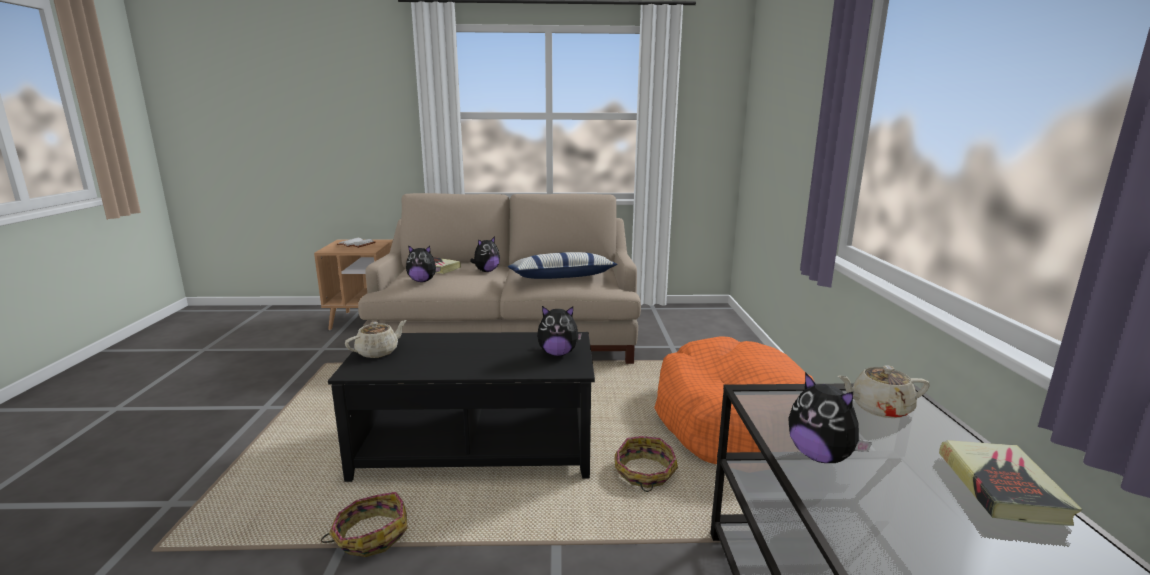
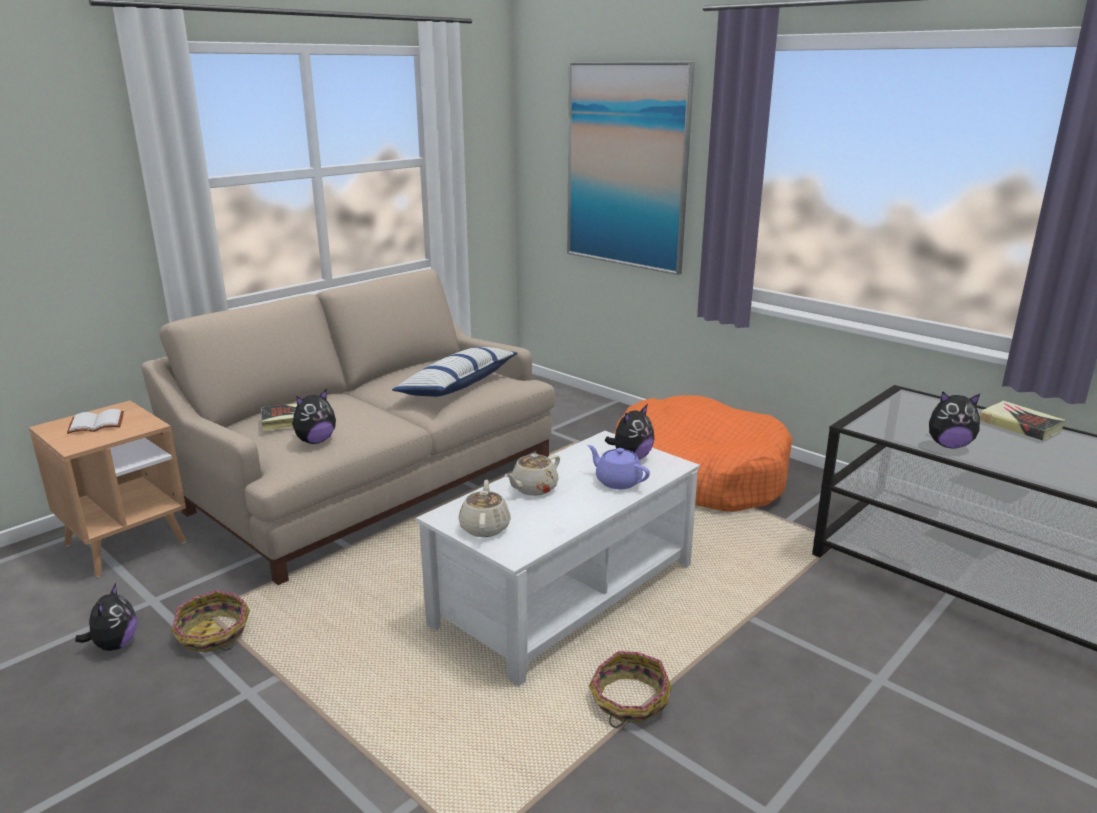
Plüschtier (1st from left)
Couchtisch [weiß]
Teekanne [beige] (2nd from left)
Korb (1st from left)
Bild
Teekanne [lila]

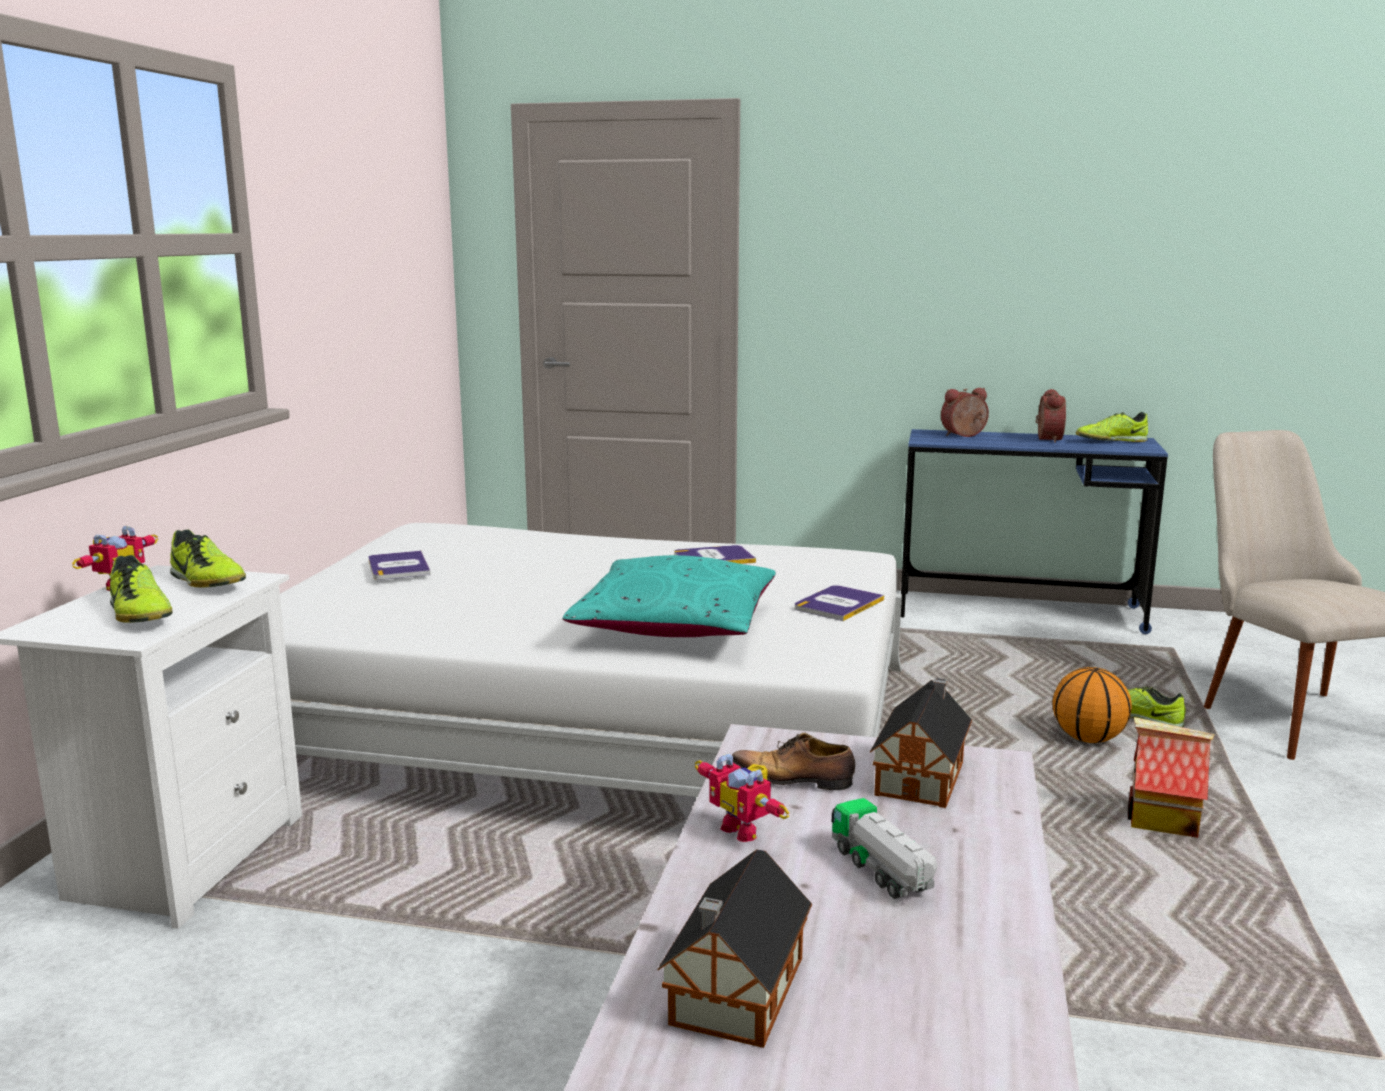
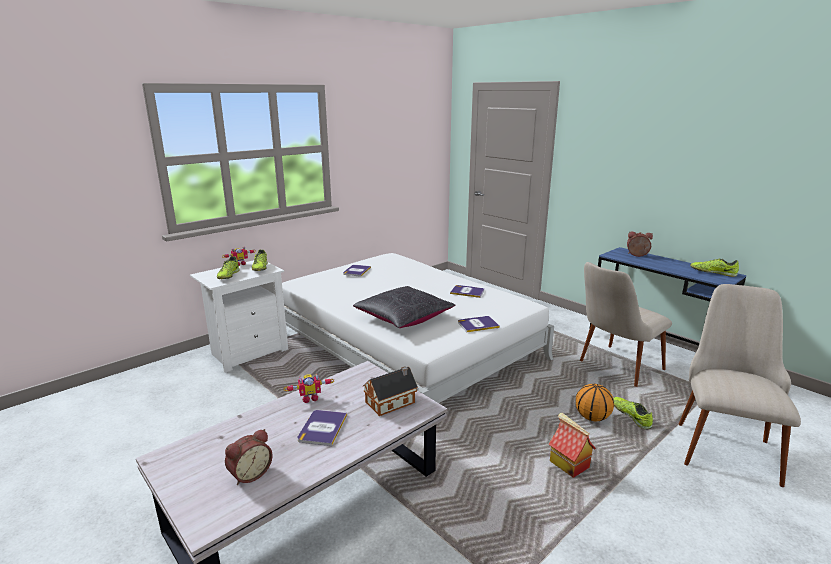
Wecker (1st from left)
Kissen [schwarz]
Schuh (3rd from left in the first image)
Spielzeugroboter (2nd from left)
Buch (1st from left)
Spielzeughaus (1st from left in the first image)
Stuhl [beige] (1st from left)

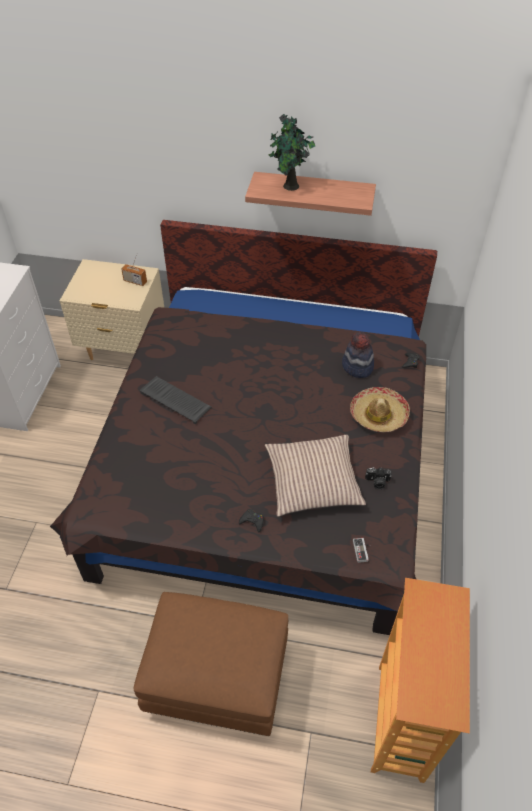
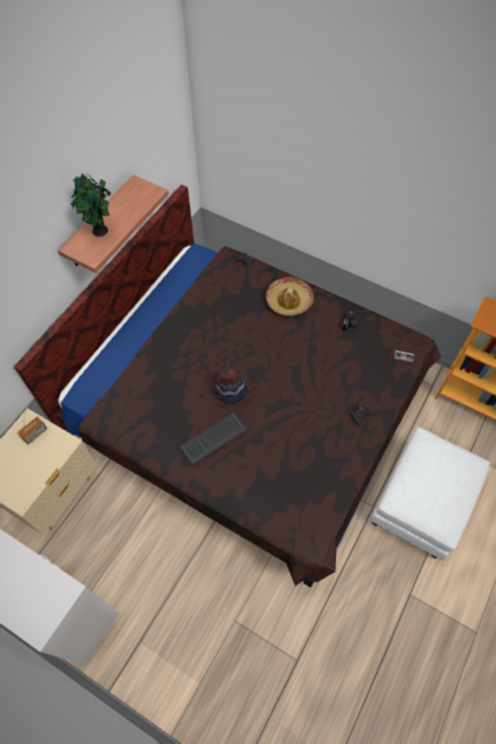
Hut (1st from left)
Kissen
Polsterhocker [weiß]

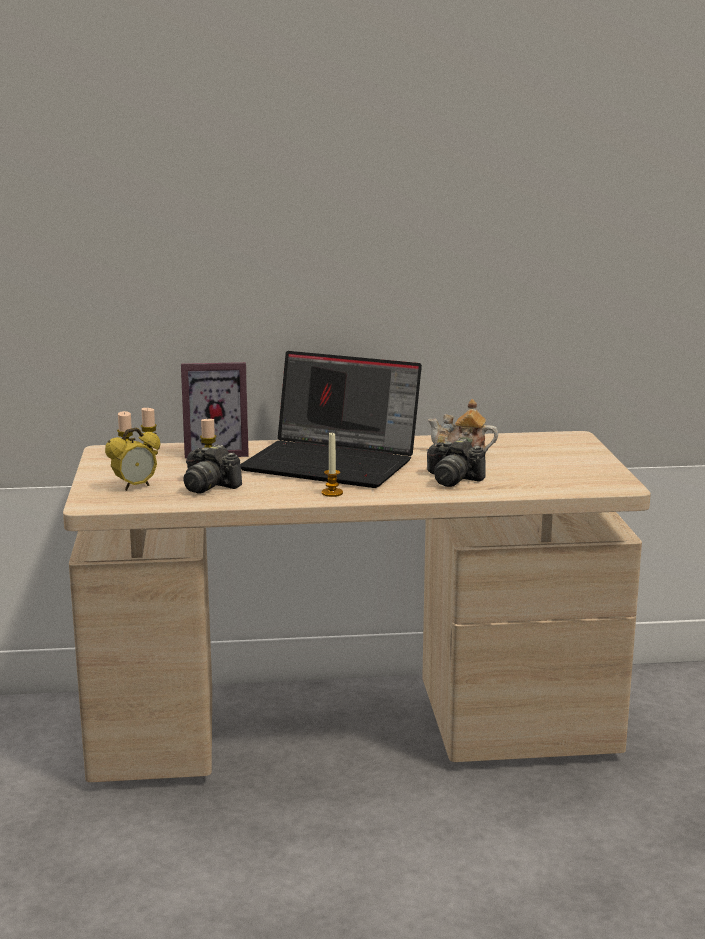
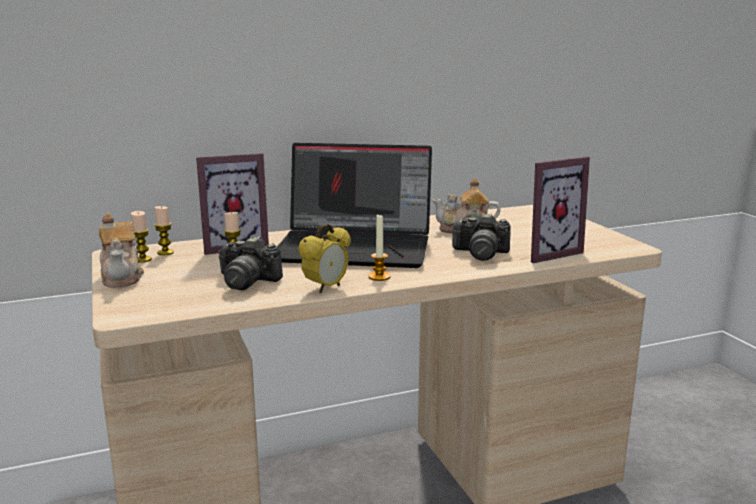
Wecker
Bilderrahmen (2nd from left)
Teekanne (1st from left)

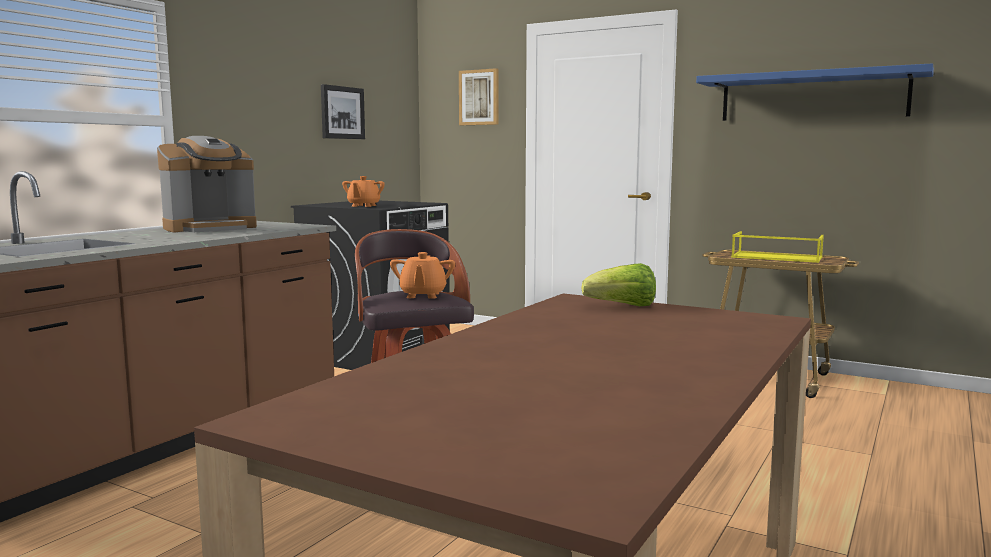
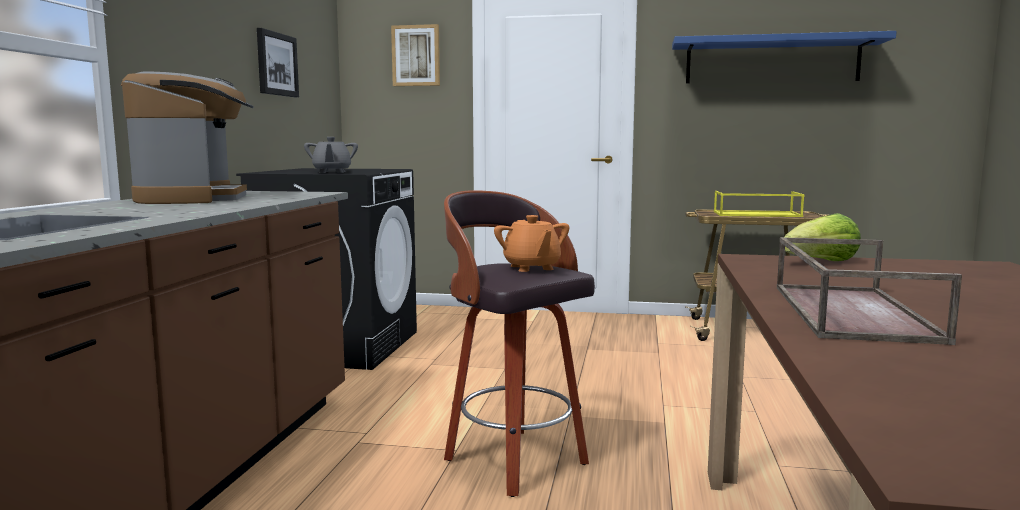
Kaffeemaschine
Teekanne [grau]
Tablett [braun]

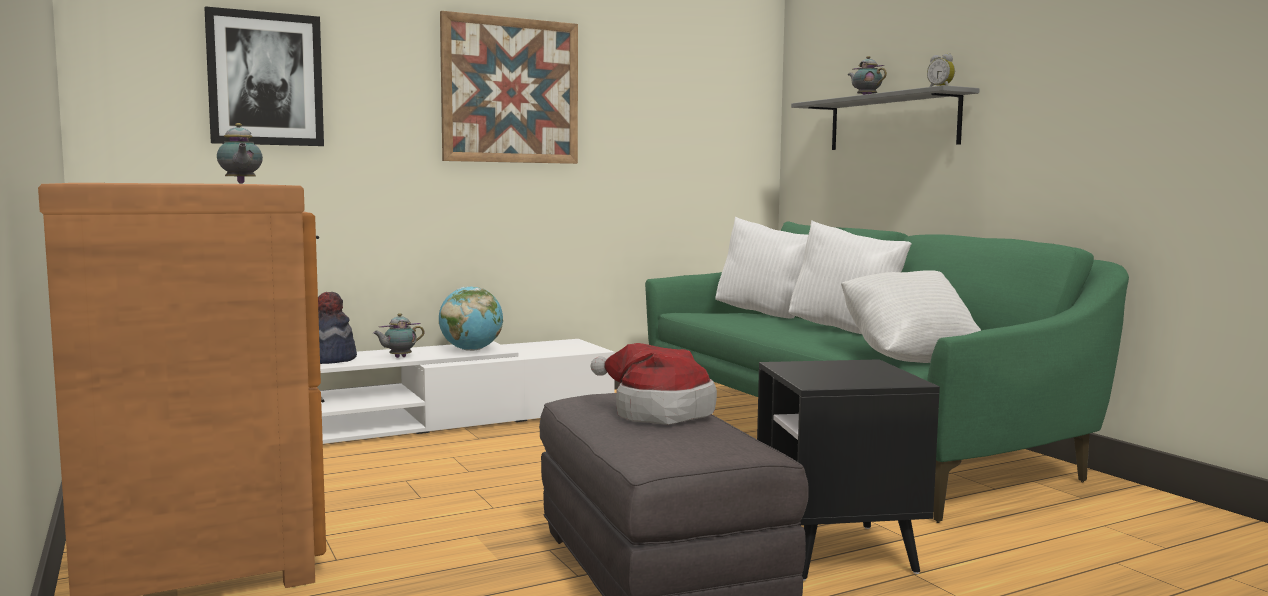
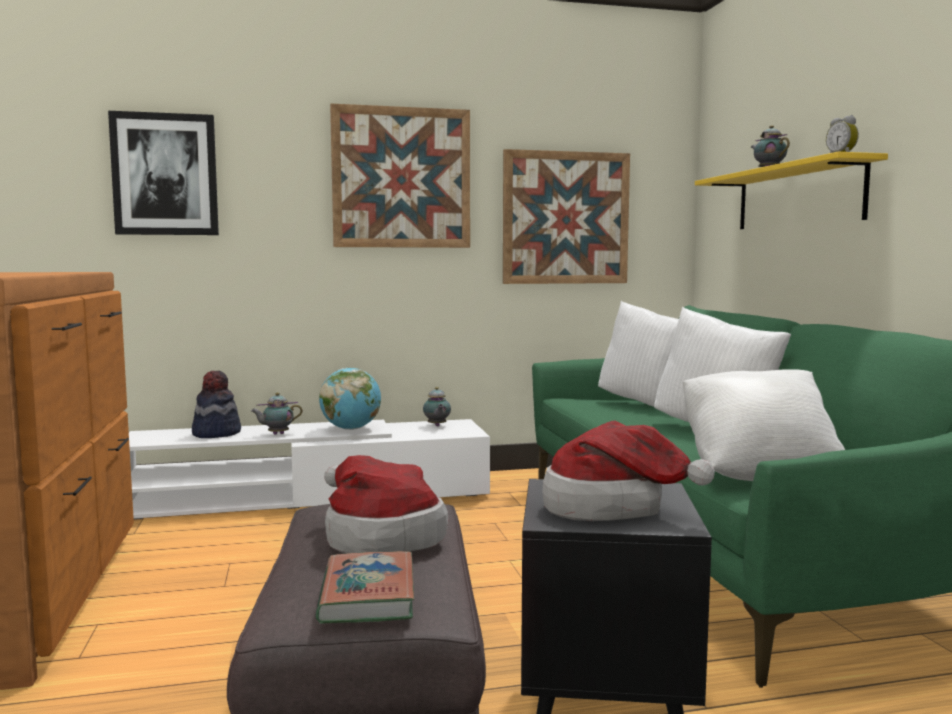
Wandregal [gelb]
Teekanne (2nd from left)
Bild (3rd from left)
Hut (3rd from left)
Buch

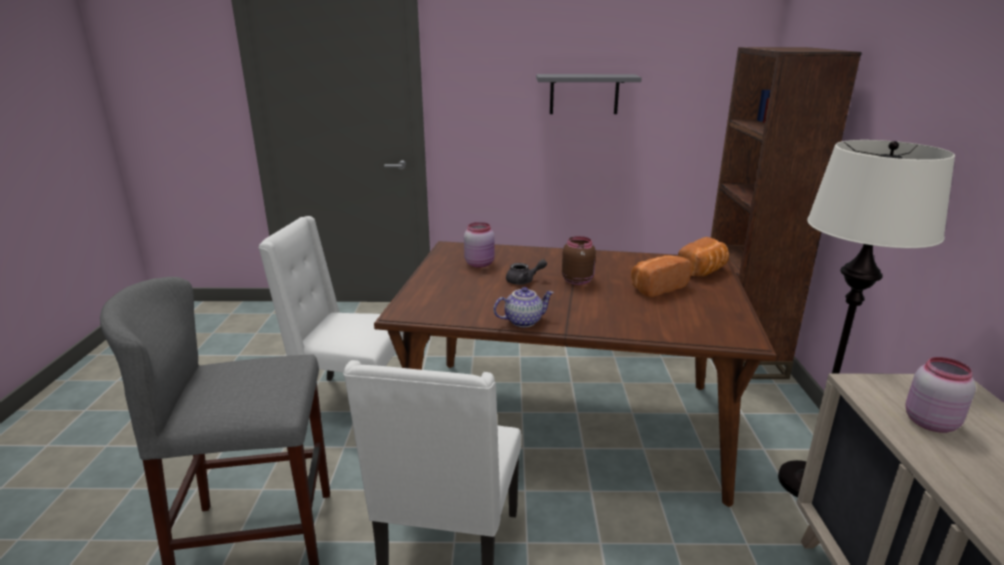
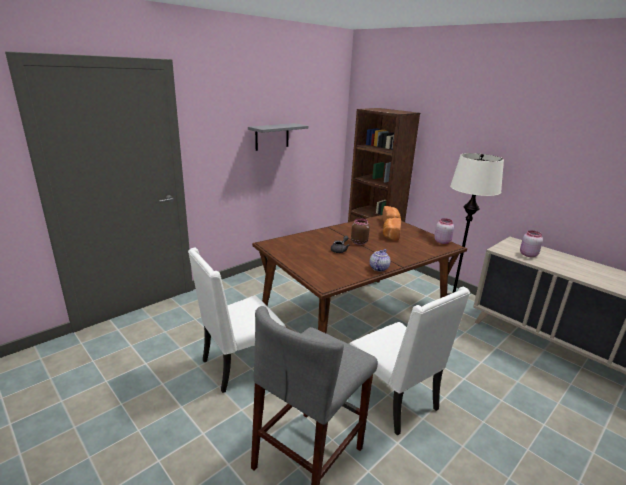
Vorratsglas [rosa] (1st from left)

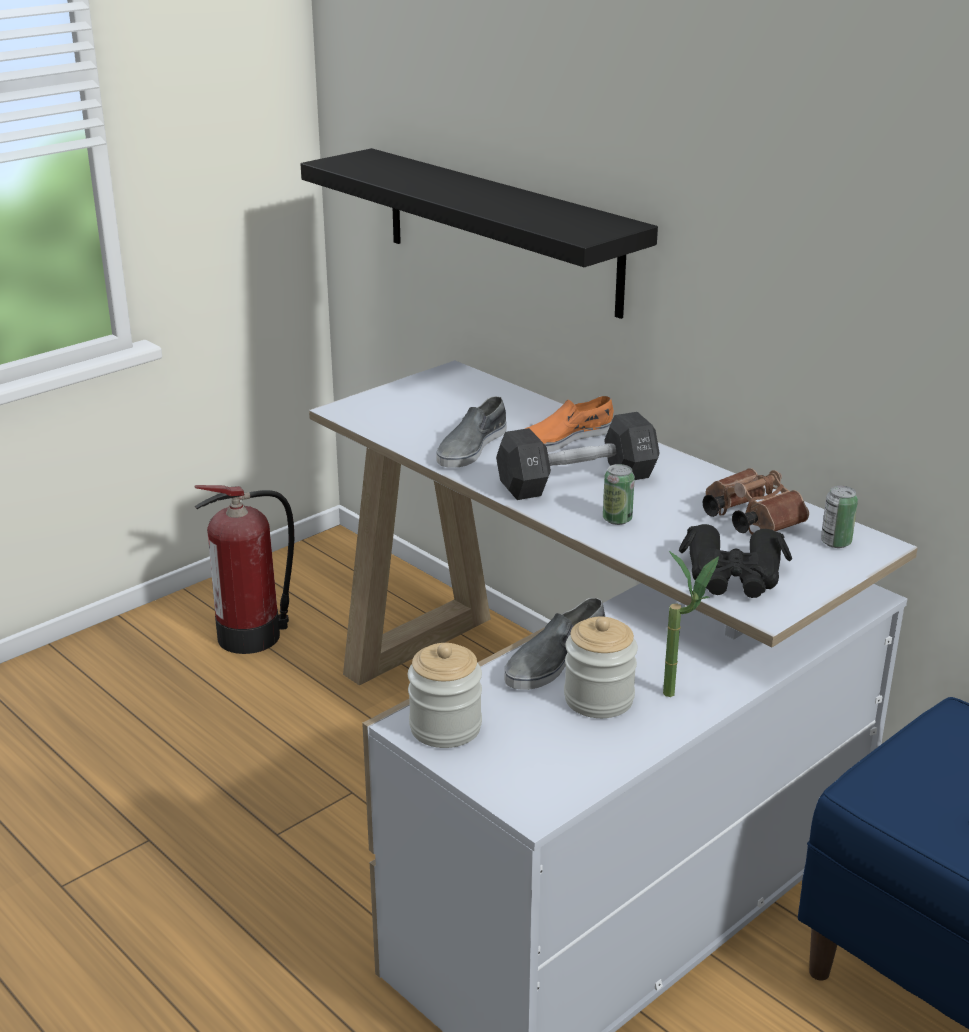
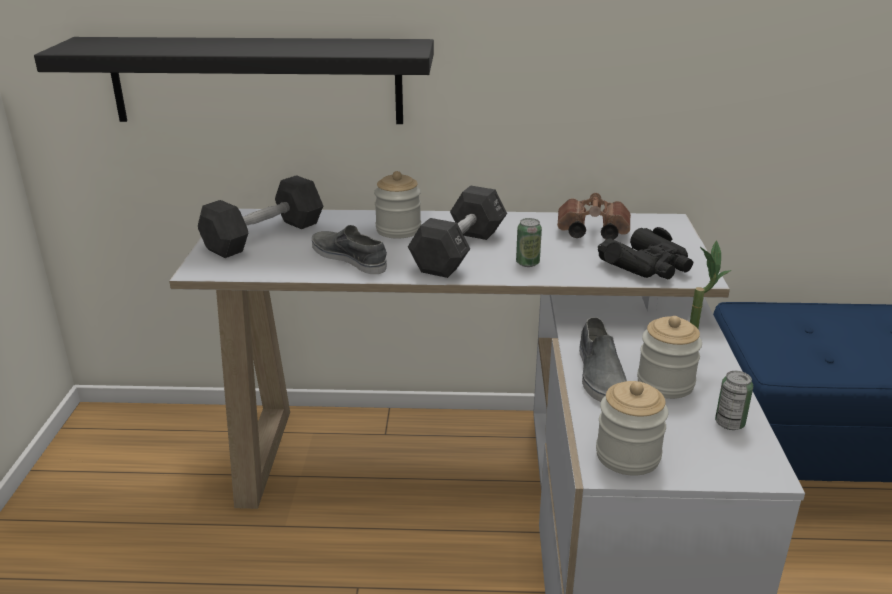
Schuh [grau] (1st from left)
Vorratsglas (1st from left)
Feuerlöscher
Dose (2nd from left)
Hantel [schwarz] (1st from left)

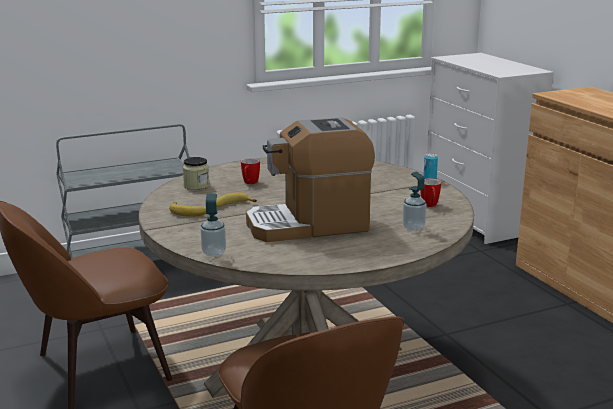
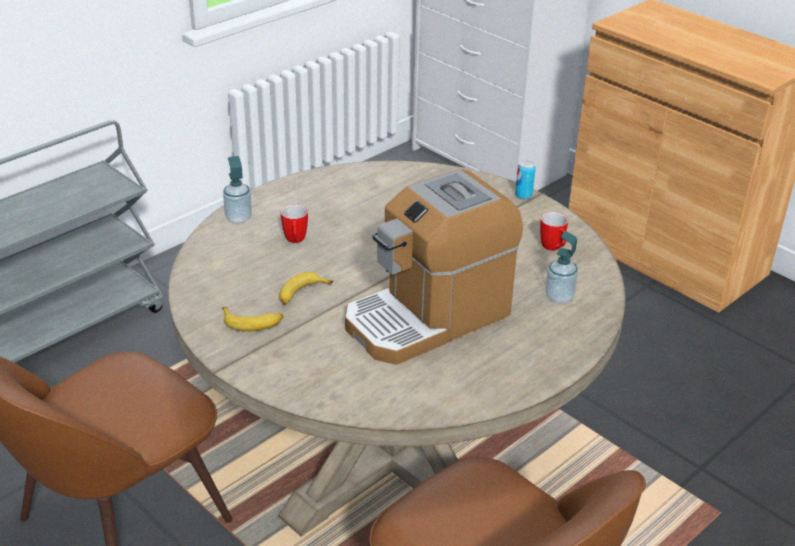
Vorratsglas
Seifenspender (1st from left)

